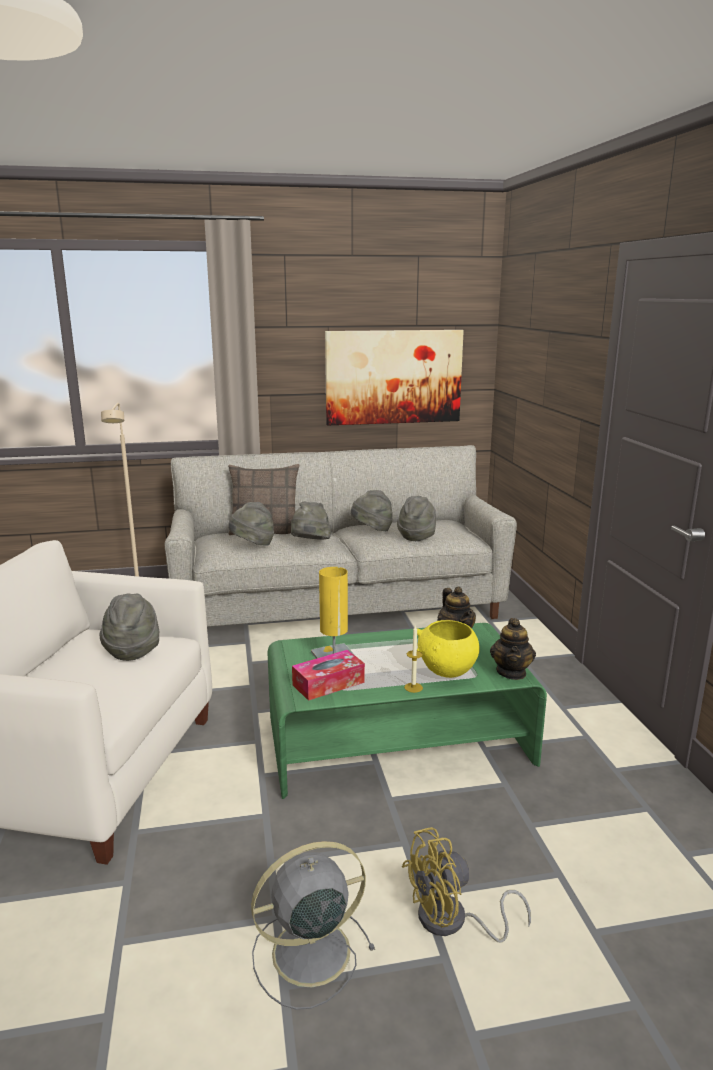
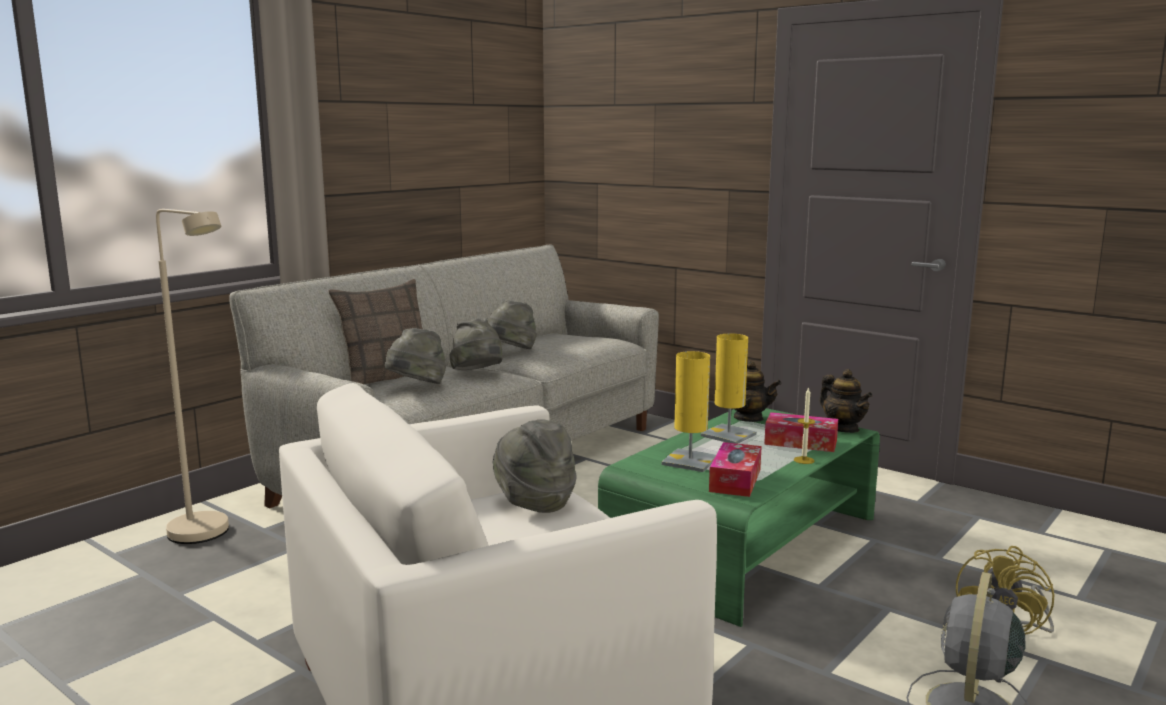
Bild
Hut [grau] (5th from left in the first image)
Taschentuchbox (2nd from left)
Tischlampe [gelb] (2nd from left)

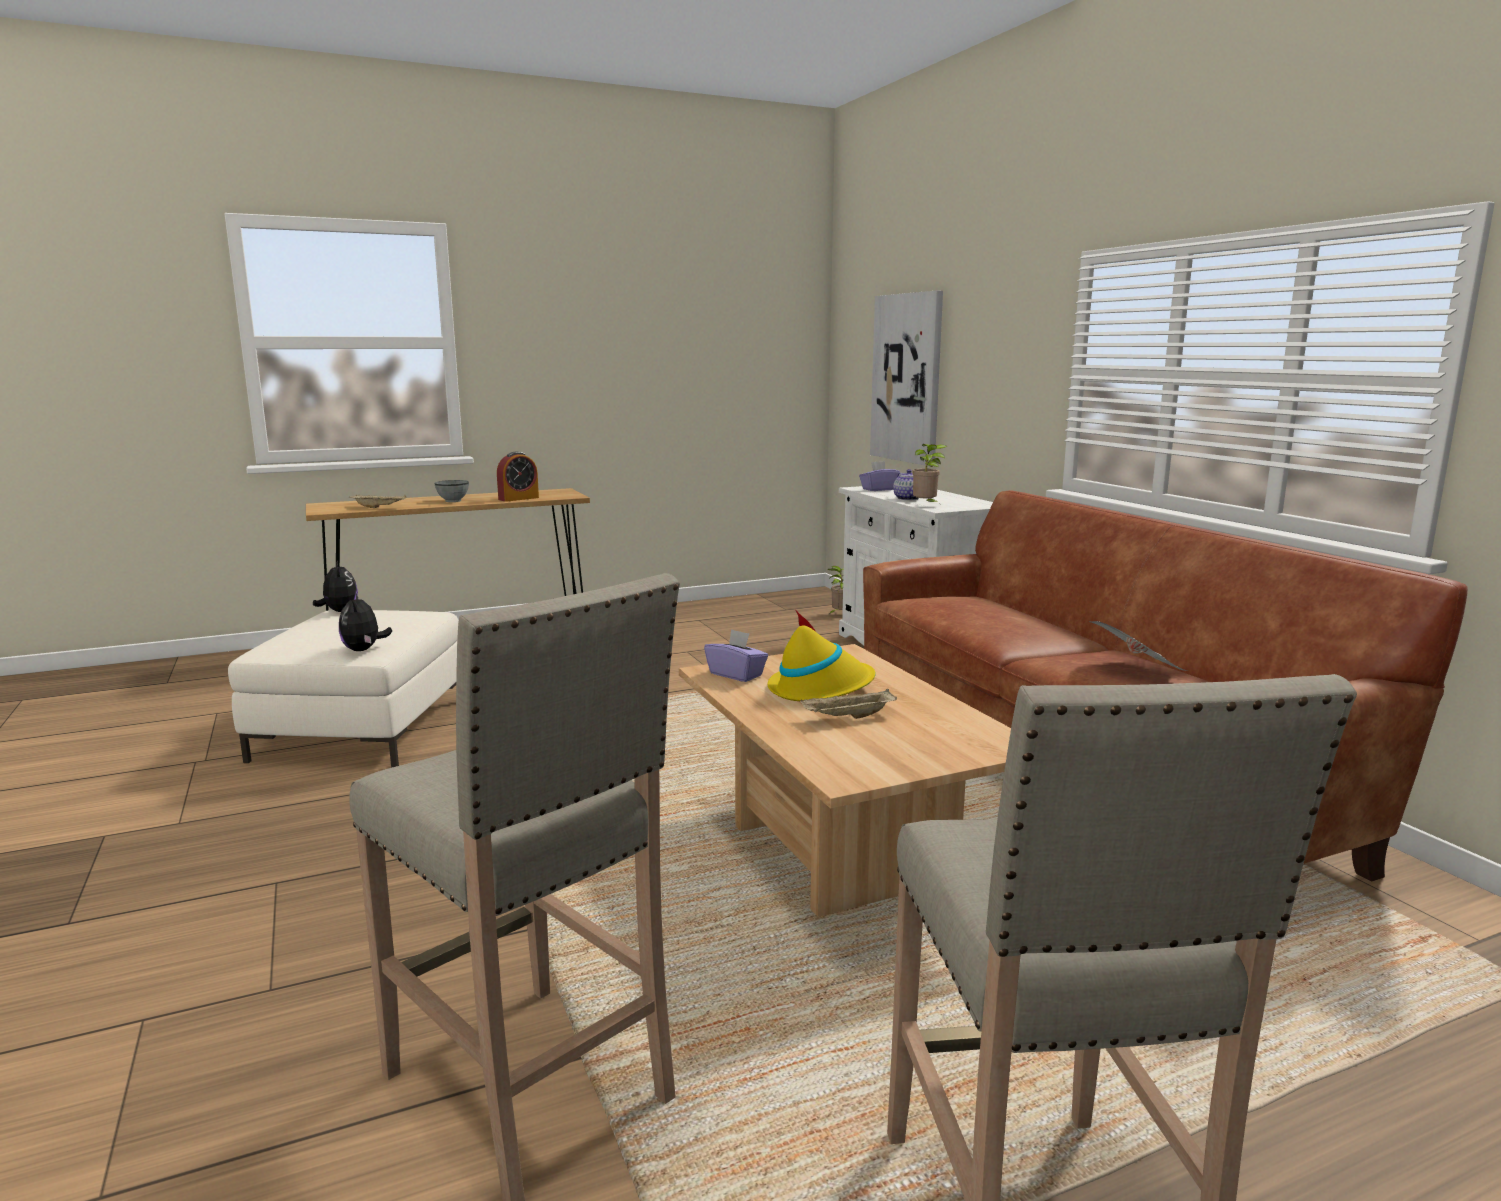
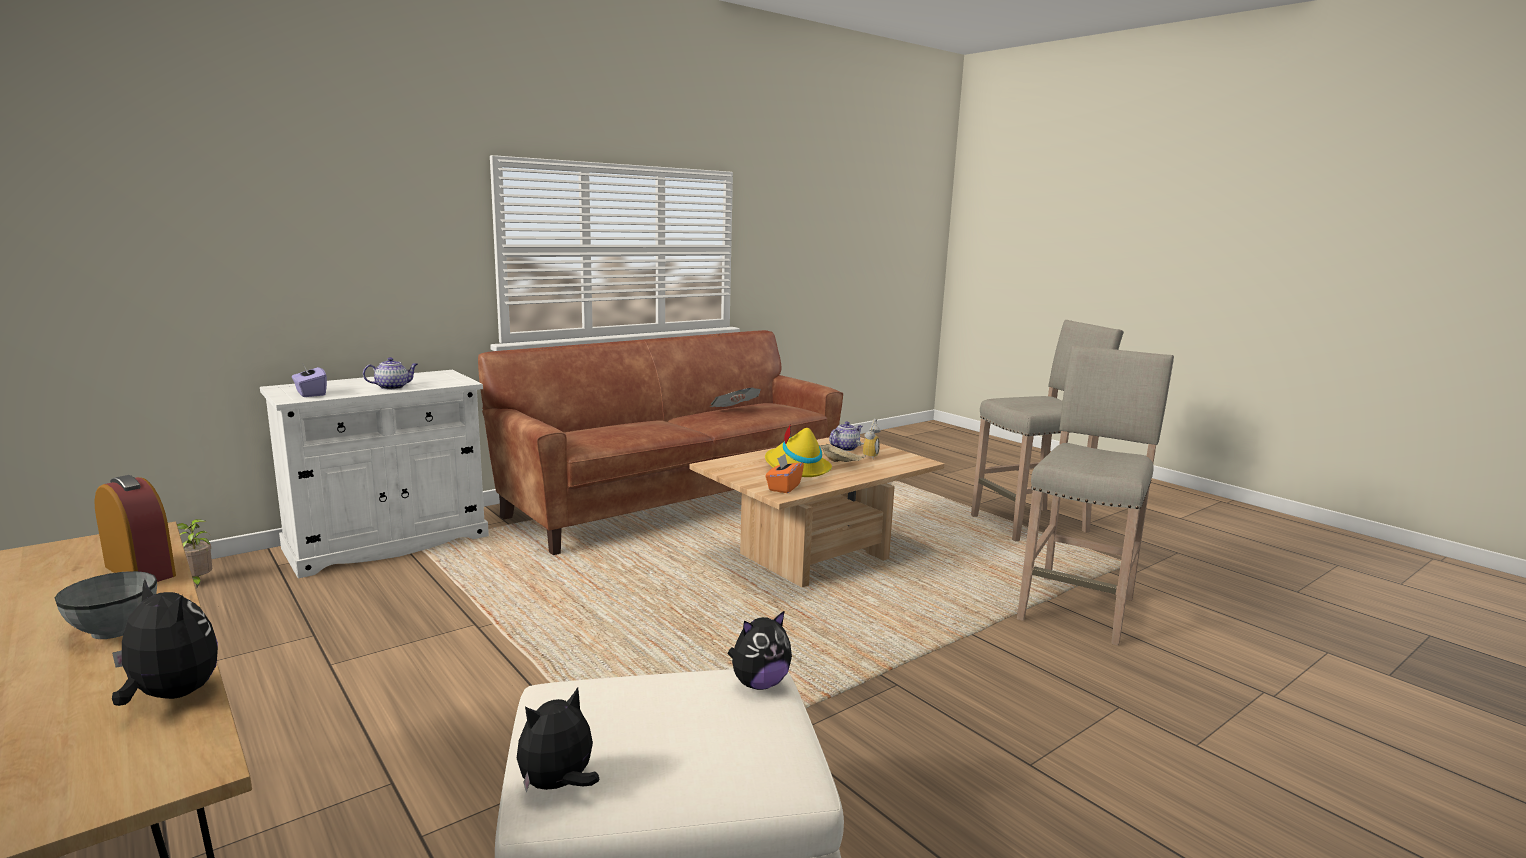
Bild
Topfpflanze (2nd from left in the first image)
Plüschtier (1st from left)
Taschentuchbox [orange]
Wecker (2nd from left)
Teekanne (2nd from left)

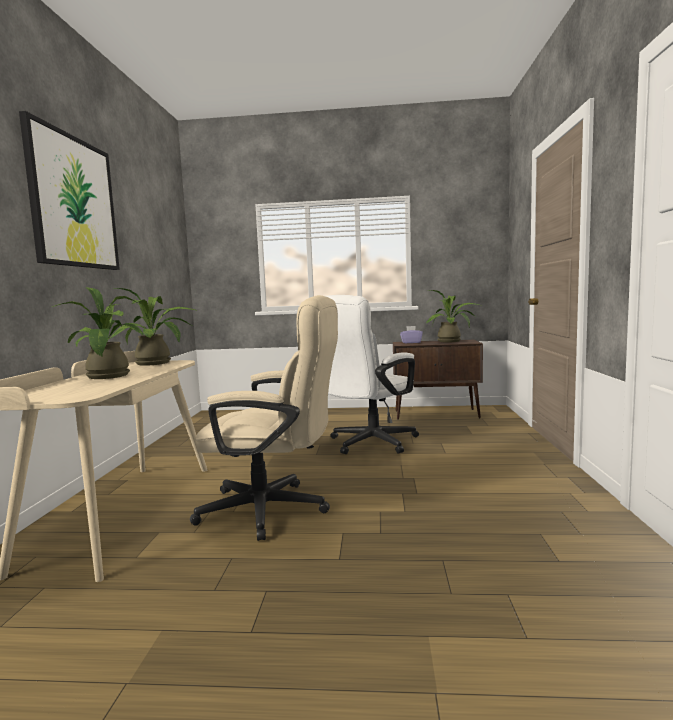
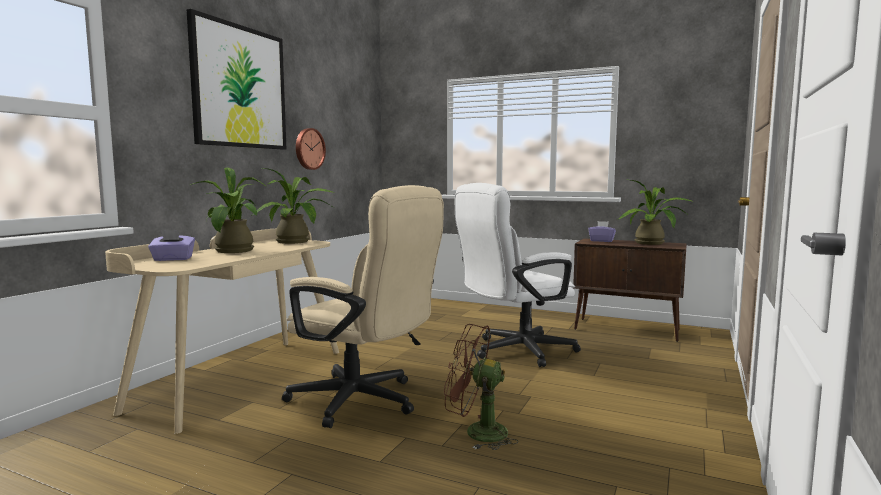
Wanduhr
Taschentuchbox [lila] (1st from left)
Ventilator [braun]

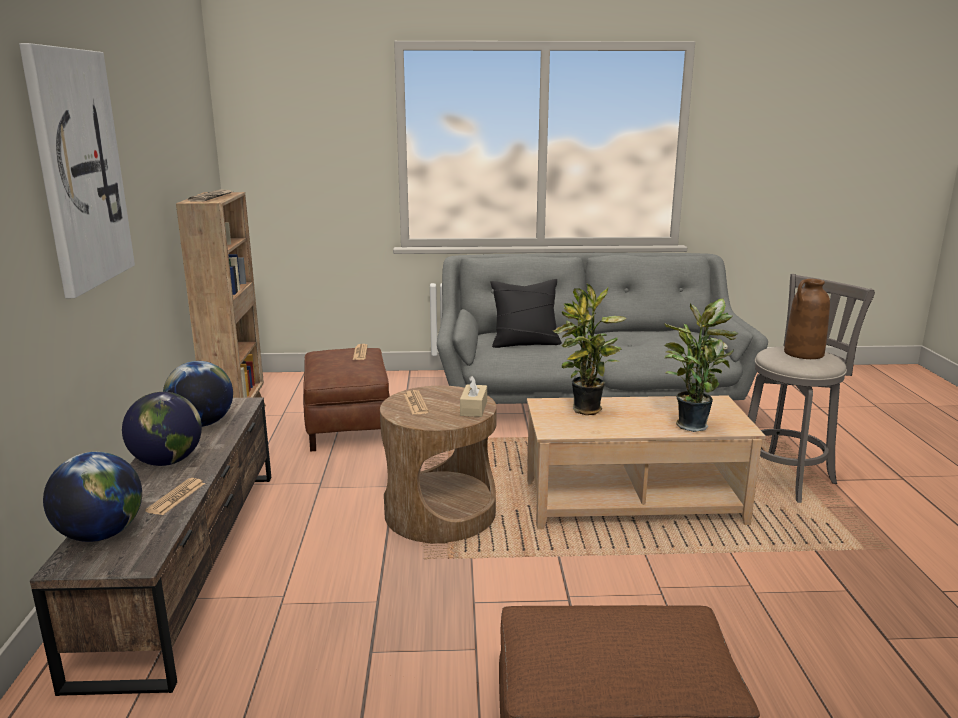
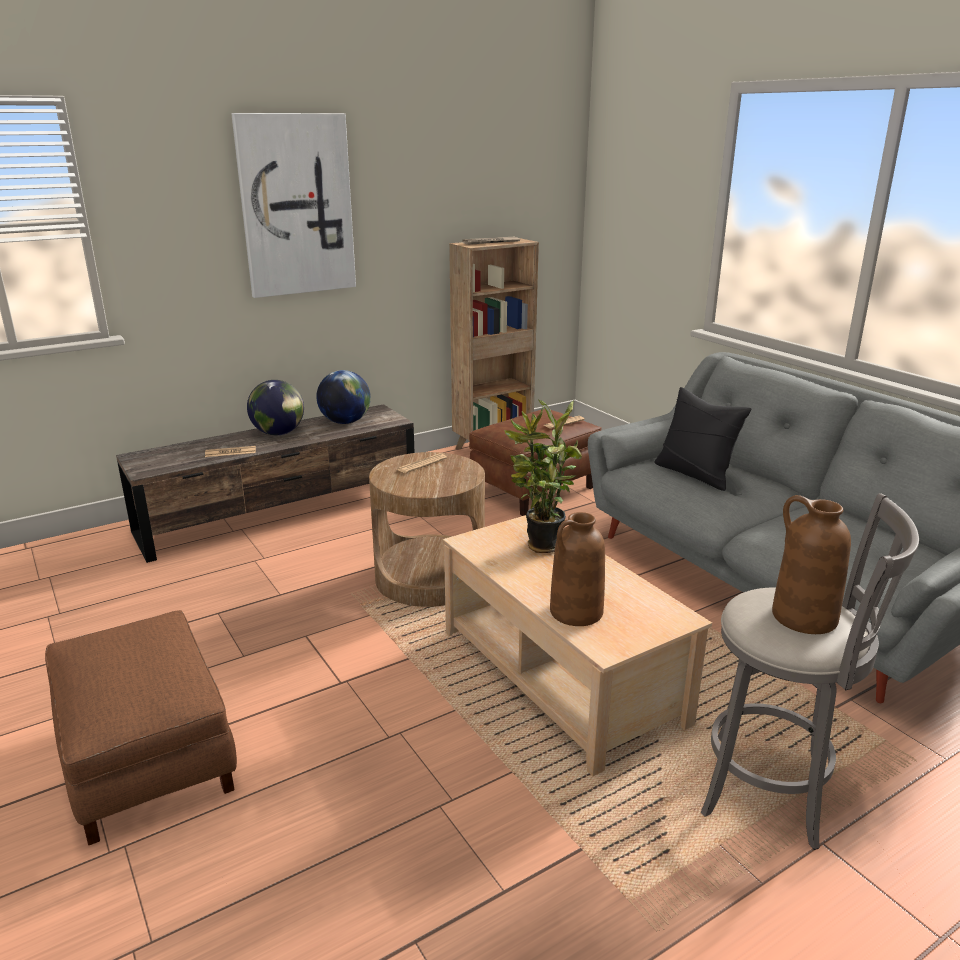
Vase [braun] (1st from left)
Taschentuchbox [beige]
Globus (1st from left in the first image)

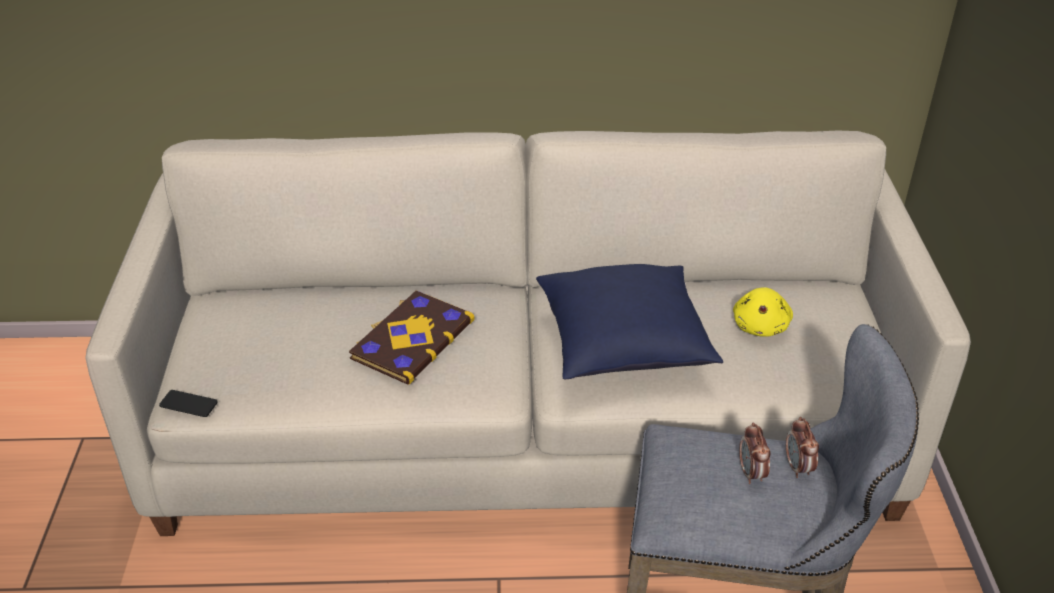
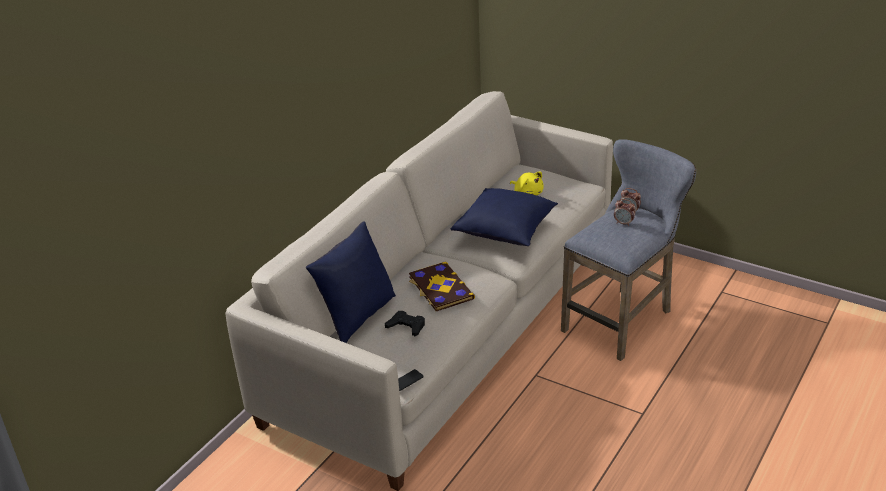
Kissen [blau] (1st from left)
Gamepad [schwarz]

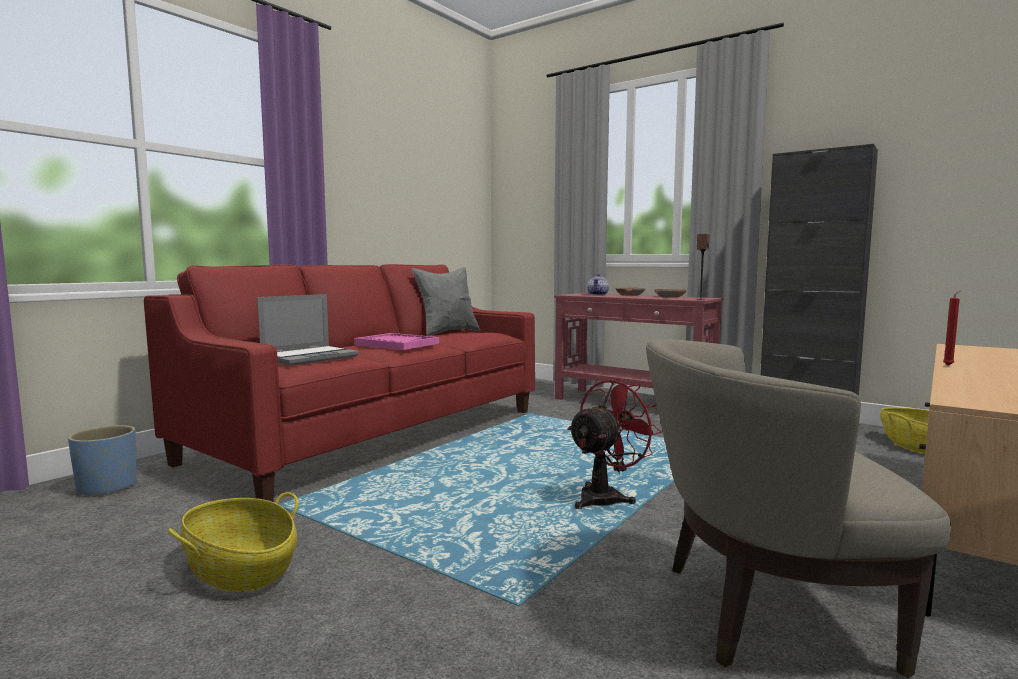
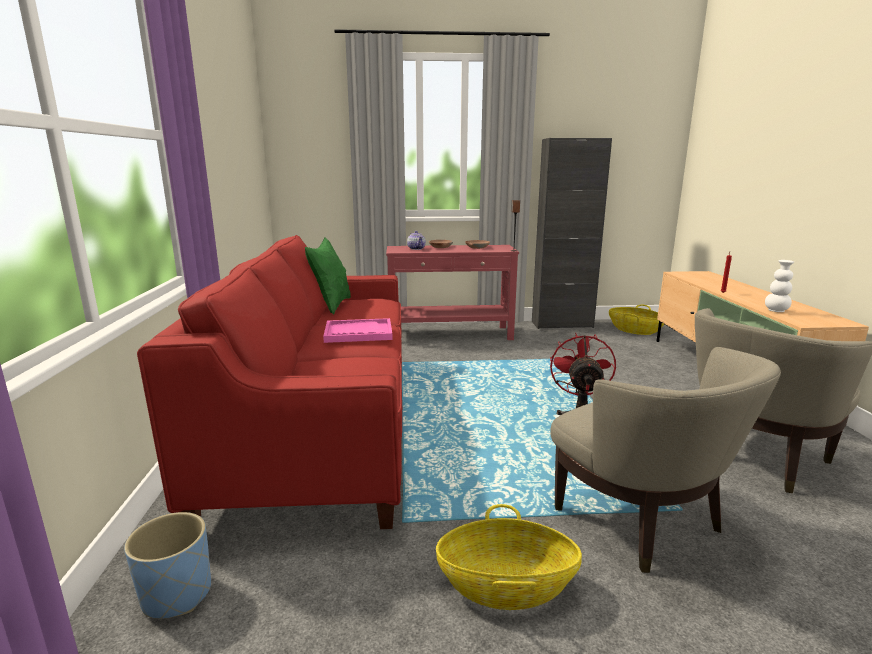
Kissen [grün]
Laptop
Vase [weiß]
Sessel [beige] (1st from left)

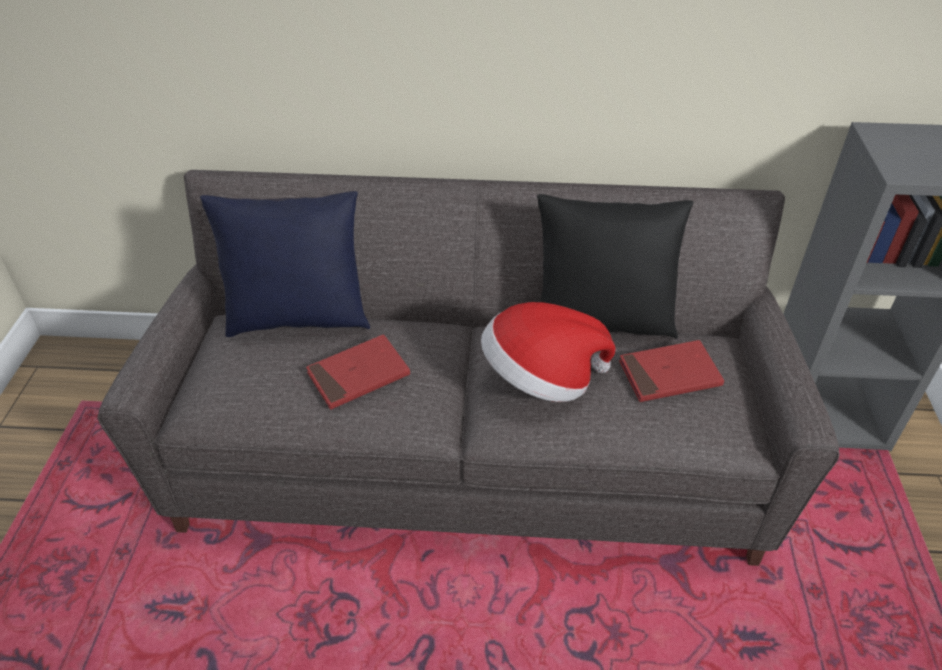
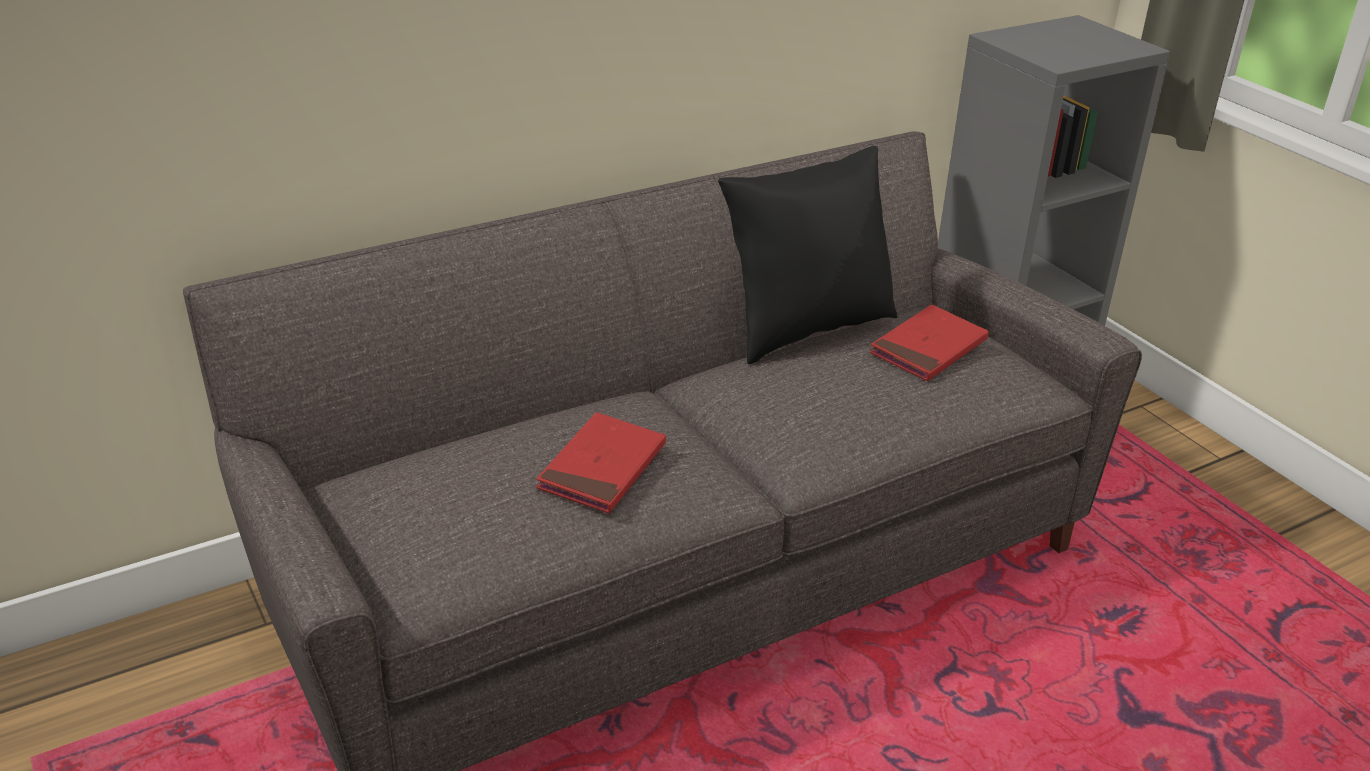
Kissen [blau]
Hut

